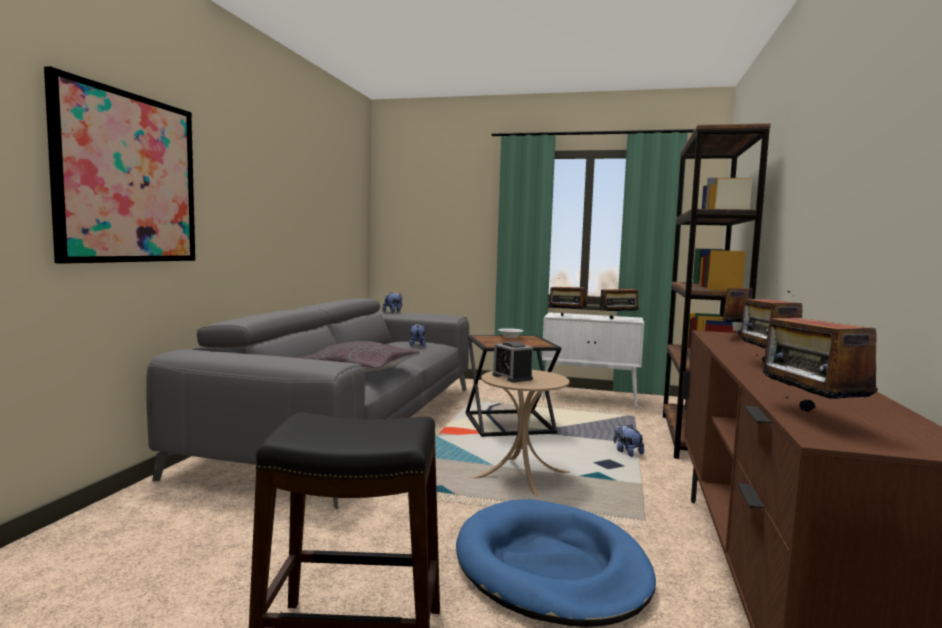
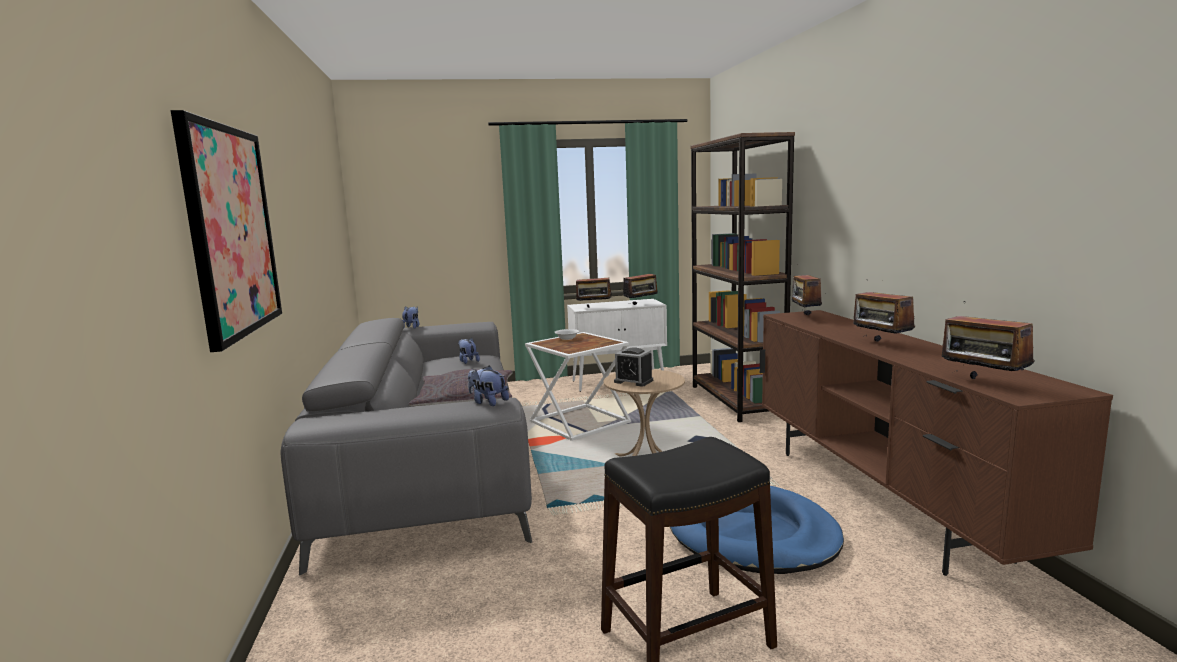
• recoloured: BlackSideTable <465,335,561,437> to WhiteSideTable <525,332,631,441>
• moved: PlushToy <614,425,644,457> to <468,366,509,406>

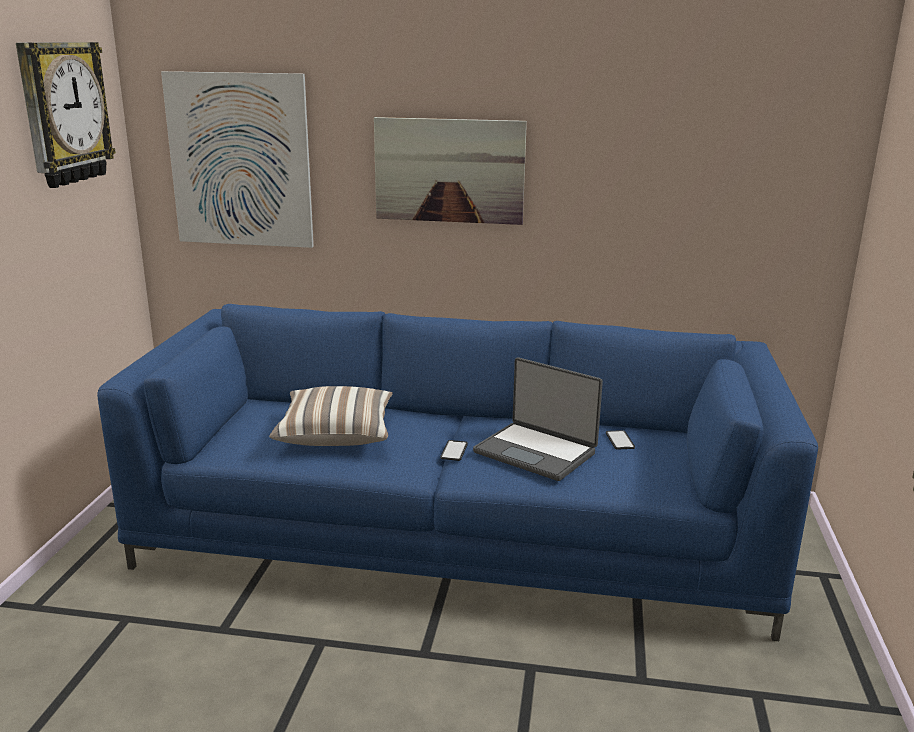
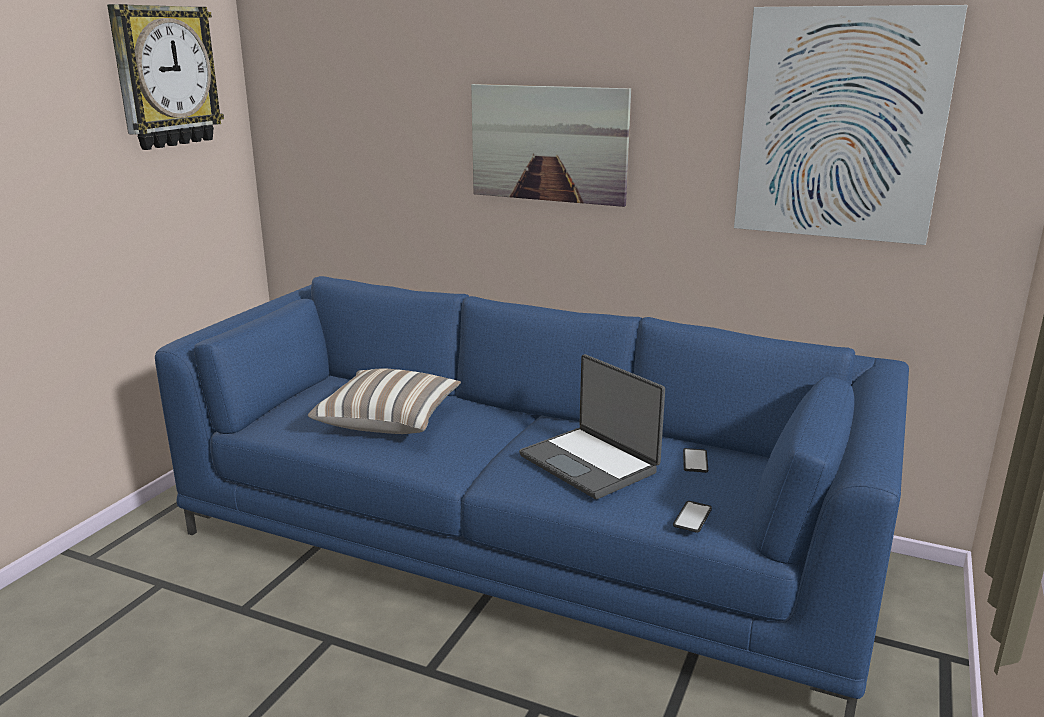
• moved: Picture <161,71,314,248> to <734,5,968,245>
• moved: Phone <440,440,468,461> to <673,501,712,533>

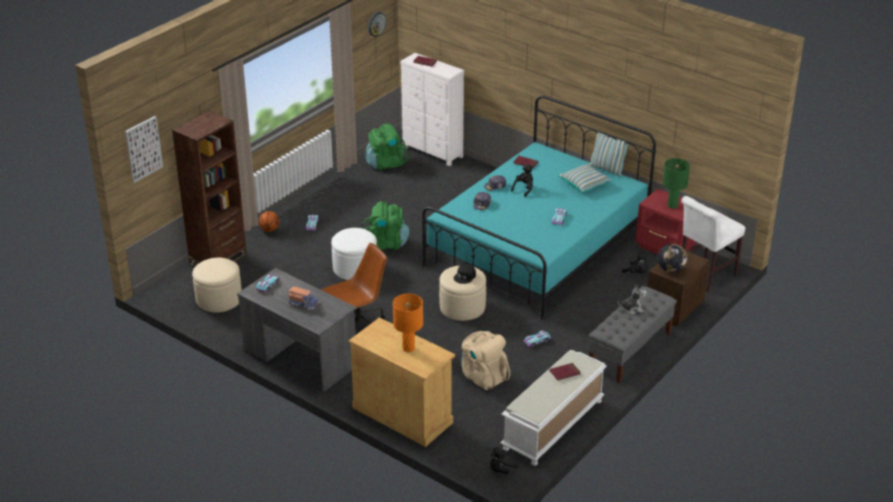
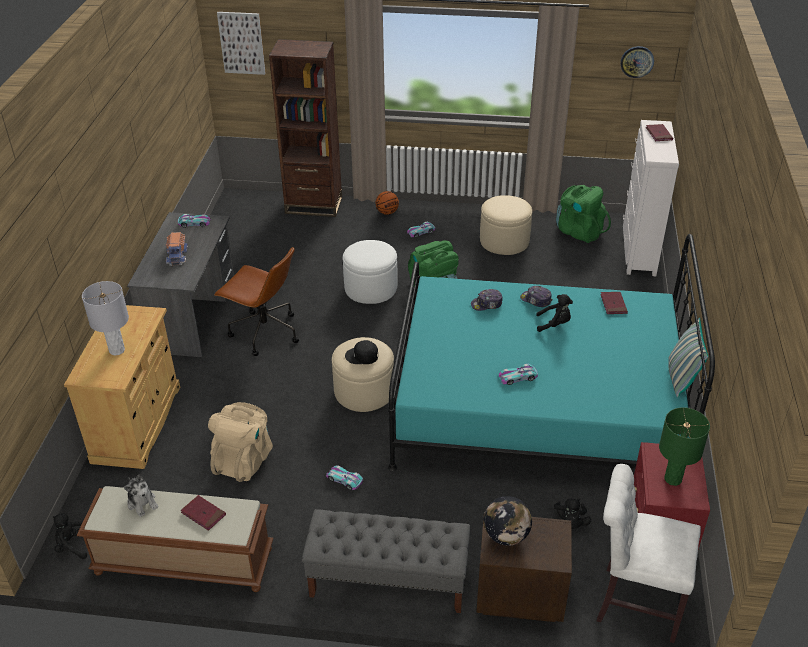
• moved: BeigeOttoman <192,257,242,313> to <480,195,532,255>
• recoloured: OrangeTableLamp <393,294,423,352> to GreyTableLamp <82,281,129,356>
• recoloured: WhiteBench <501,350,607,466> to BrownBench <77,486,273,592>
• removed: Pillow <558,164,612,192>
• moved: PlushToy <618,284,647,314> to <124,474,158,517>

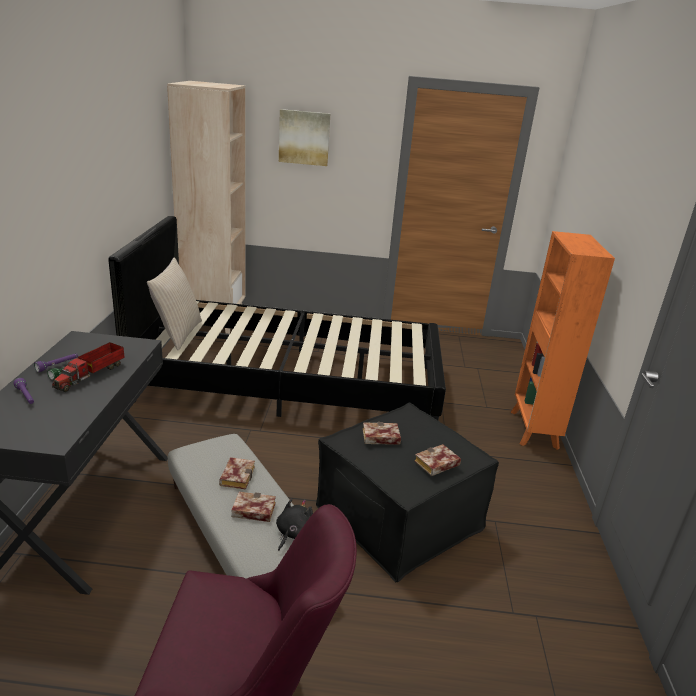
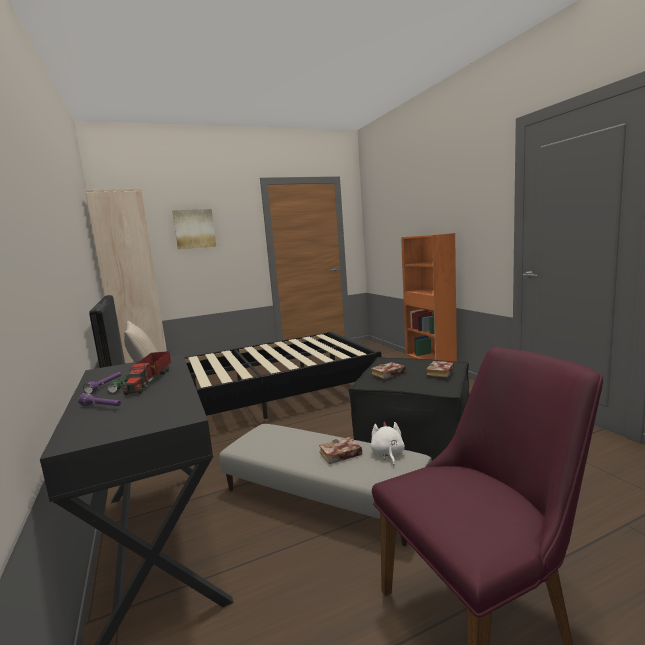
• removed: Book <219,457,255,490>
• recoloured: BlackPlushToy <276,499,313,551> to WhitePlushToy <371,421,405,465>

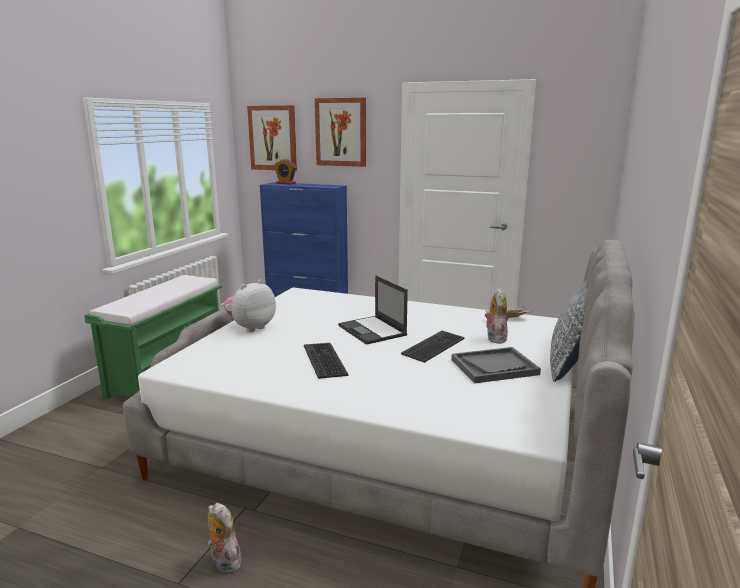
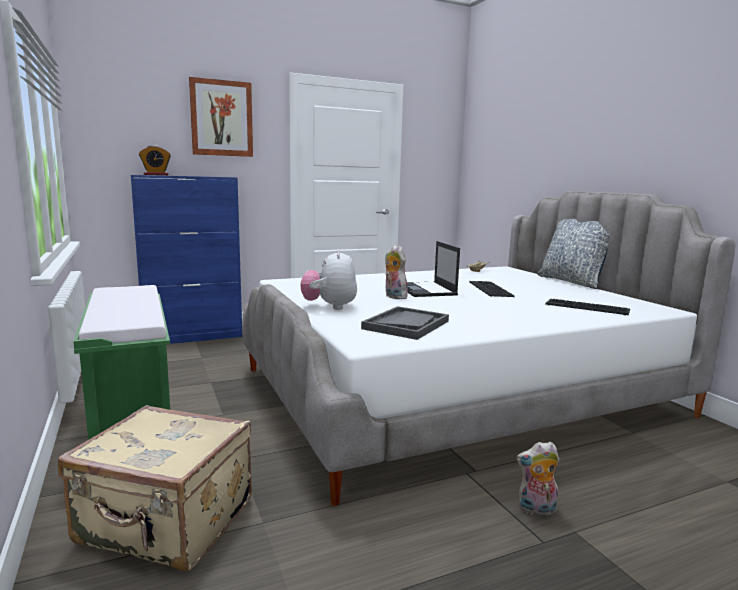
• removed: Picture <247,106,297,171>
• moved: Keyboard <304,343,348,379> to <545,299,630,316>
• turned: Laptop <338,275,408,345> = <407,241,460,297> 60 degrees clockwise
• moved: GreyTray <451,347,541,384> to <361,306,449,340>
• moved: PlushToy <485,288,508,344> to <385,245,408,299>
• added: BeigeSuitcase <58,405,252,571>

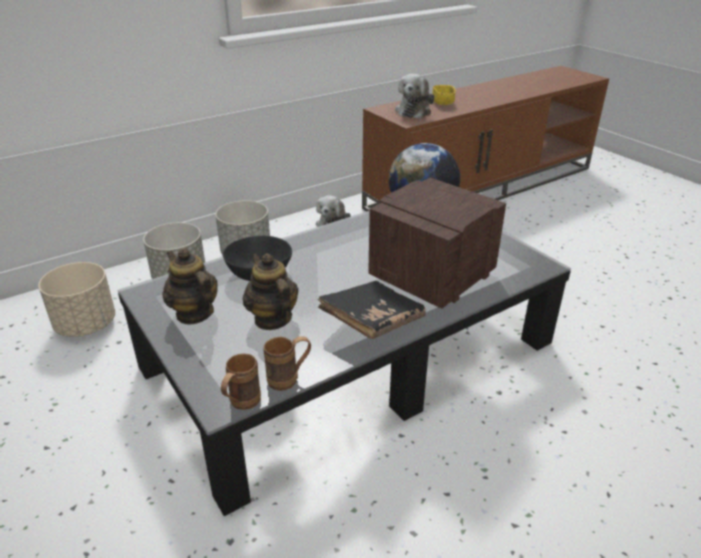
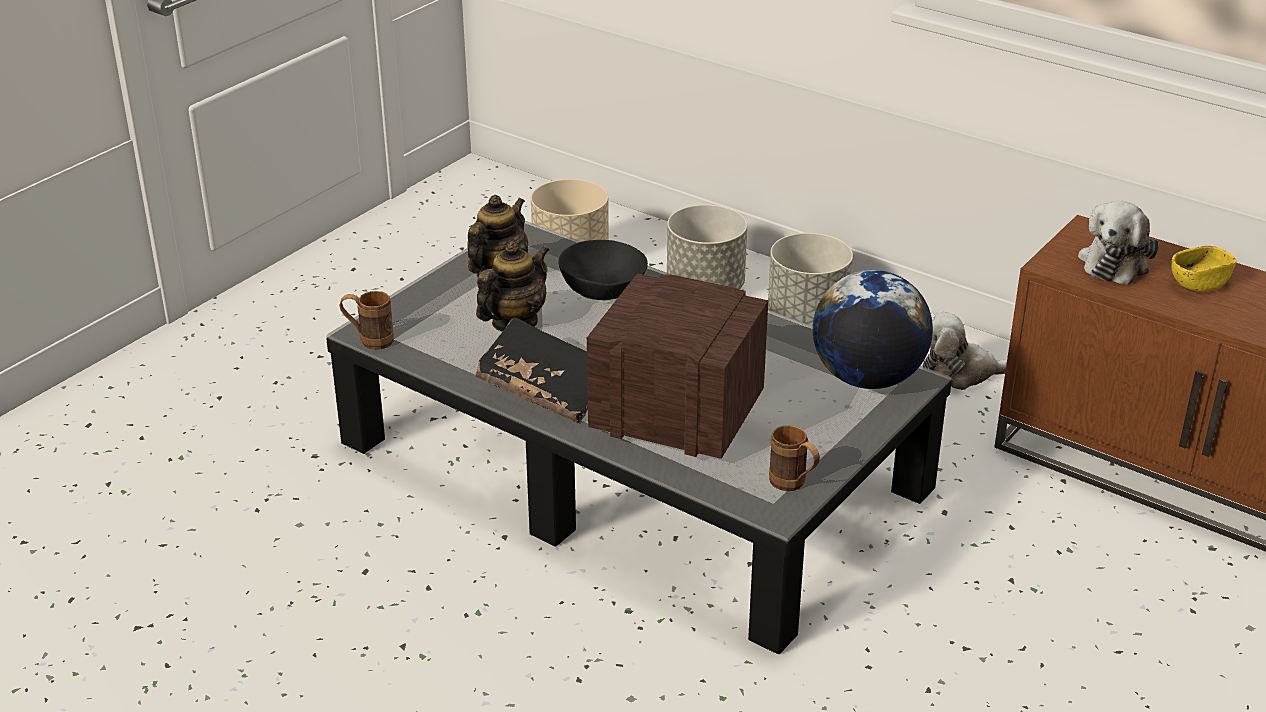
• moved: BrownMug <264,336,311,391> to <769,425,820,491>
• turned: PlushToy <395,74,434,119> = <1078,201,1159,285> 60 degrees counterclockwise

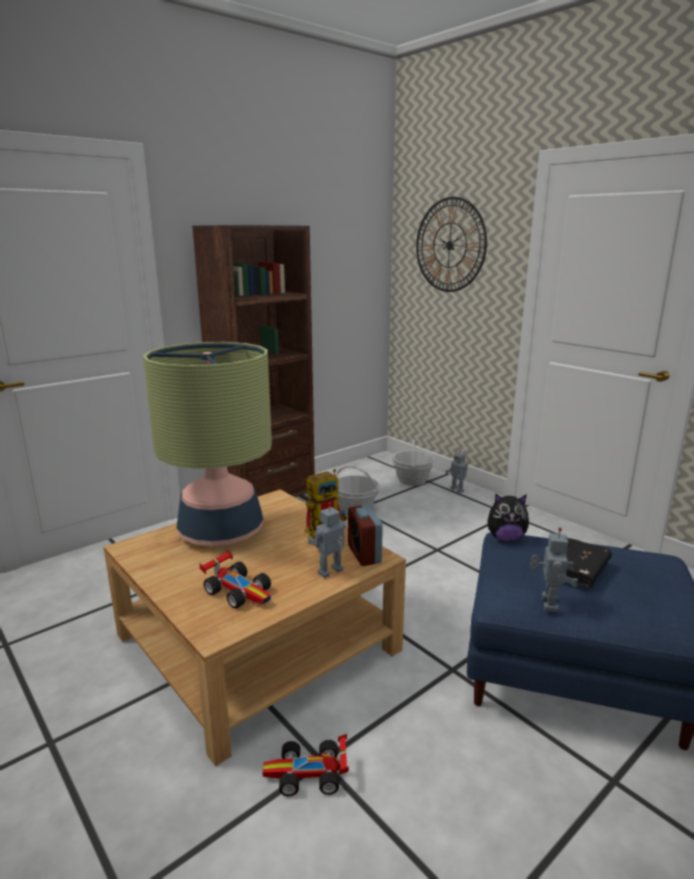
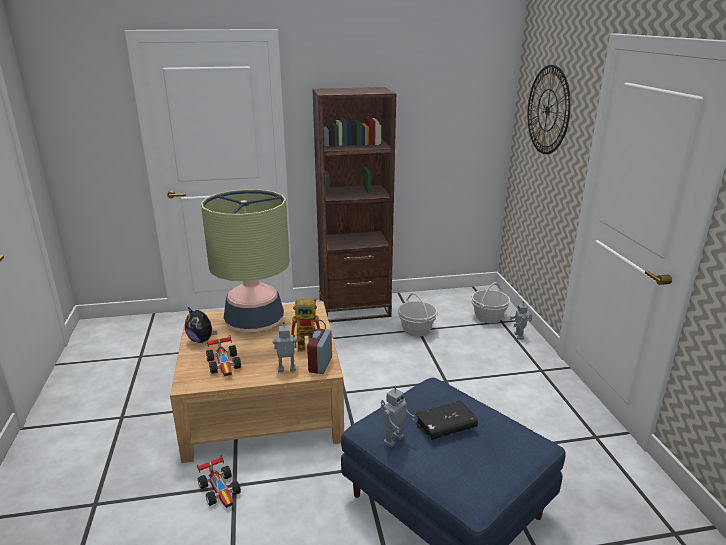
• turned: ToyCar <263,734,349,796> = <197,455,241,508> 150 degrees counterclockwise
• moved: PlushToy <487,494,529,542> to <185,307,217,343>

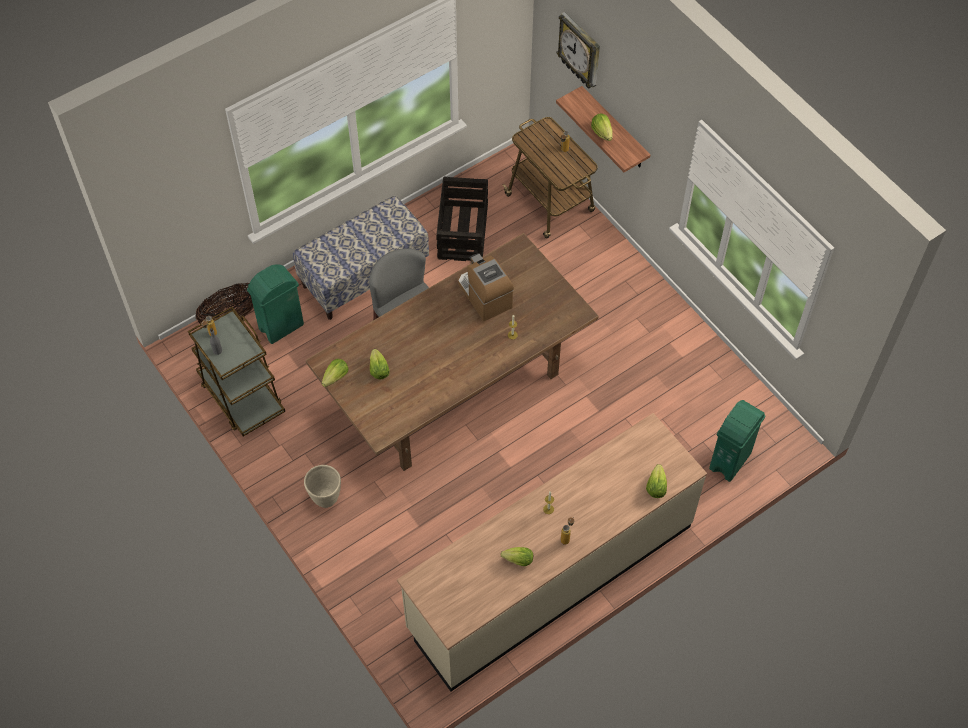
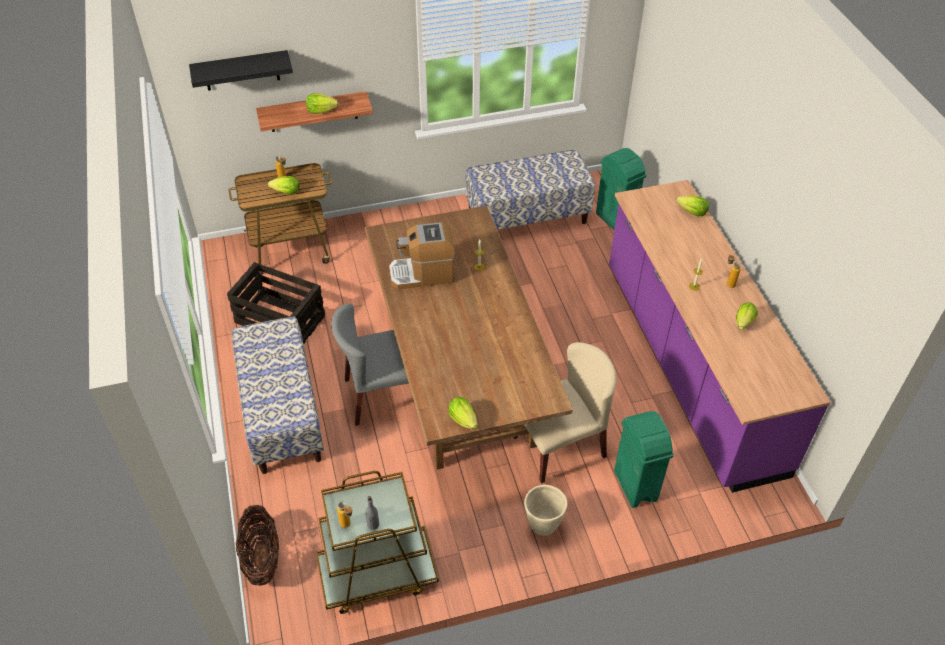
• moved: GreenTrashCan <247,264,304,344> to <614,411,674,508>
• moved: Lettuce <370,349,390,380> to <268,176,300,194>
• recoloured: BeigeCounter <397,413,707,692> to PurpleCounter <609,180,831,493>
• replaced: WallClock <557,12,600,89> to BlackShelf <189,50,293,91>
• added: Bench <466,149,595,230>
• added: BeigeChair <513,342,616,483>

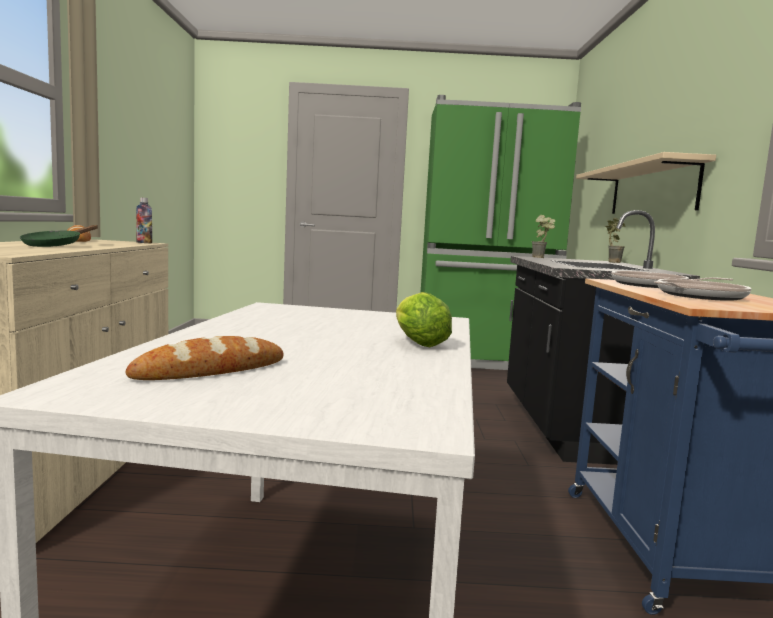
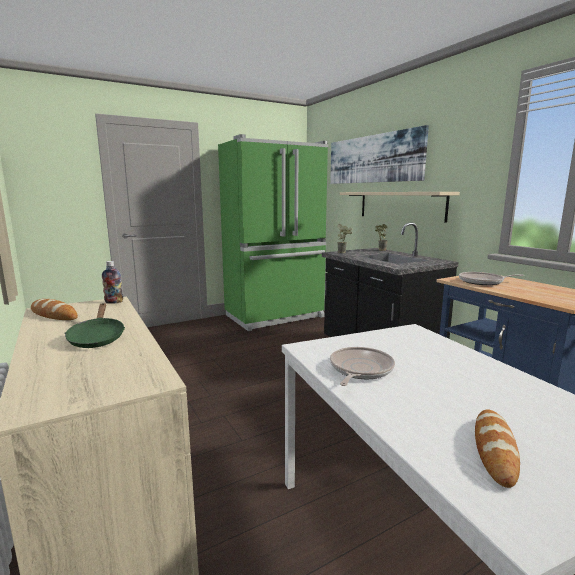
• removed: Lettuce <396,292,452,347>
• moved: FryingPan <654,279,752,301> to <330,347,395,386>
• added: Picture <330,125,429,184>

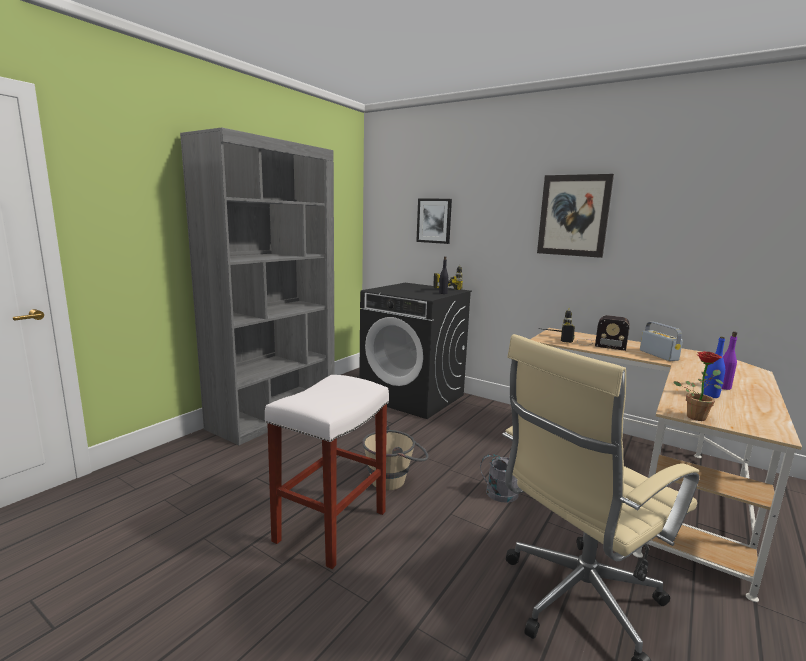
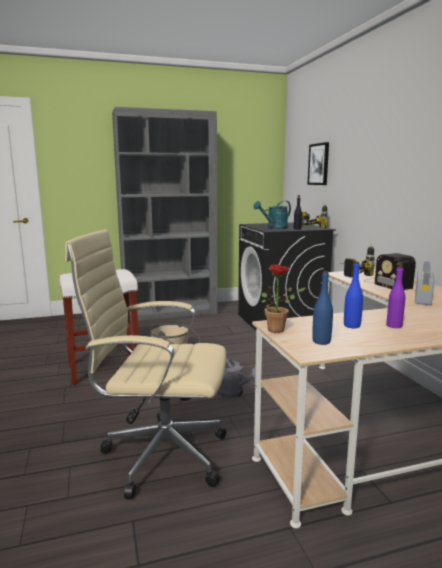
• removed: Picture <537,174,614,258>
• added: TurquoiseWateringCan <254,201,291,229>
• added: BlueBottle <312,271,333,345>

